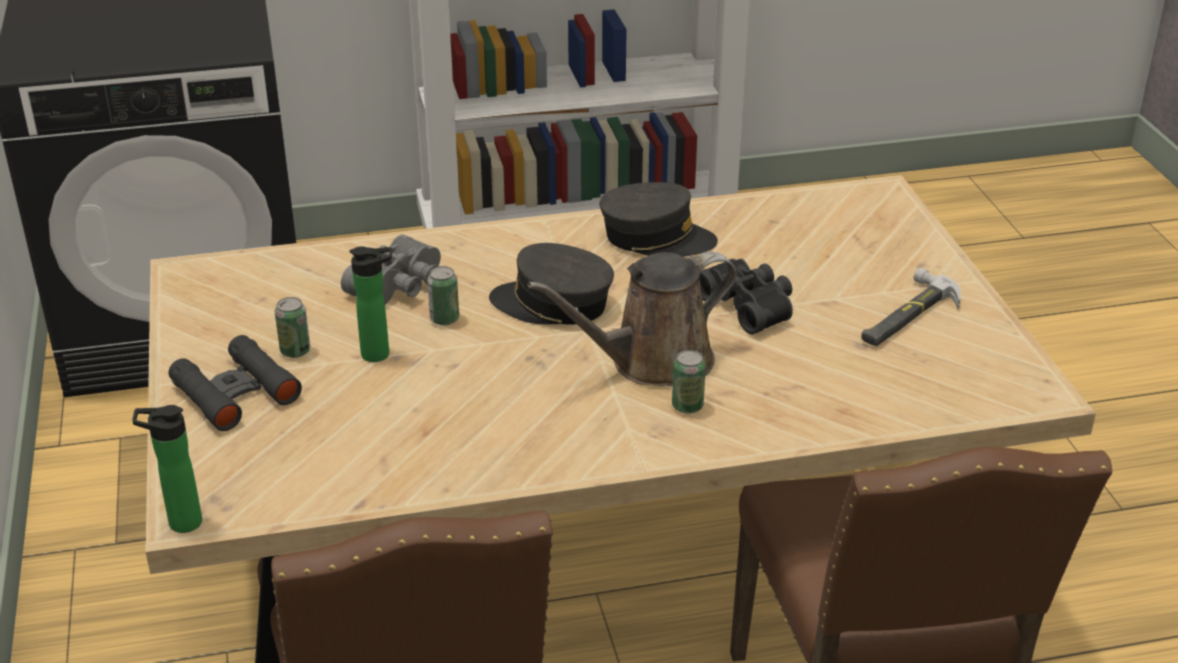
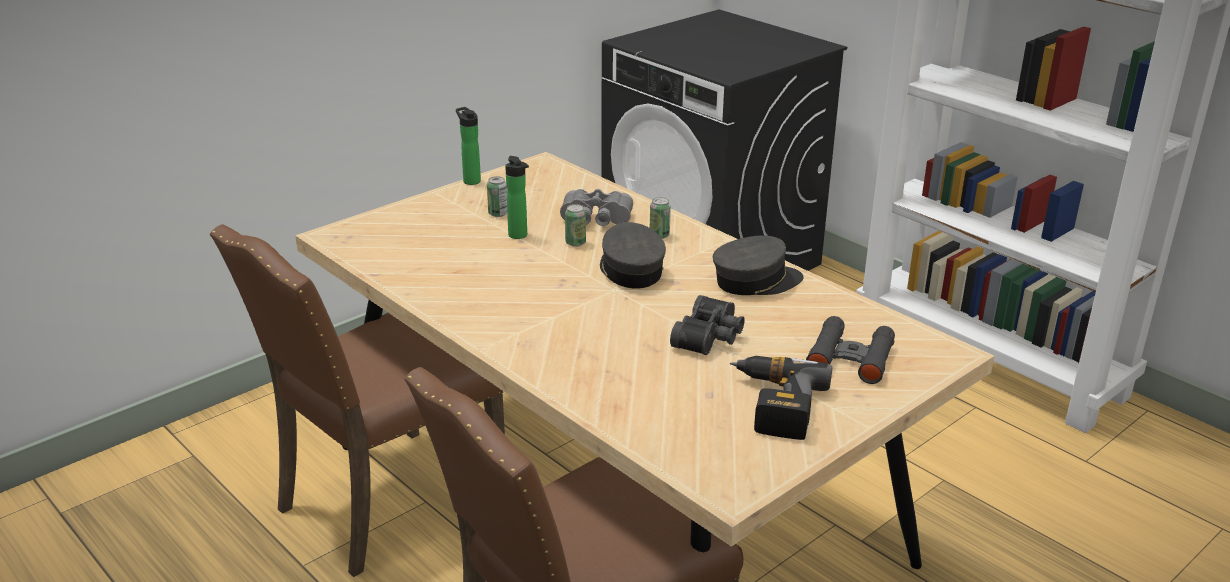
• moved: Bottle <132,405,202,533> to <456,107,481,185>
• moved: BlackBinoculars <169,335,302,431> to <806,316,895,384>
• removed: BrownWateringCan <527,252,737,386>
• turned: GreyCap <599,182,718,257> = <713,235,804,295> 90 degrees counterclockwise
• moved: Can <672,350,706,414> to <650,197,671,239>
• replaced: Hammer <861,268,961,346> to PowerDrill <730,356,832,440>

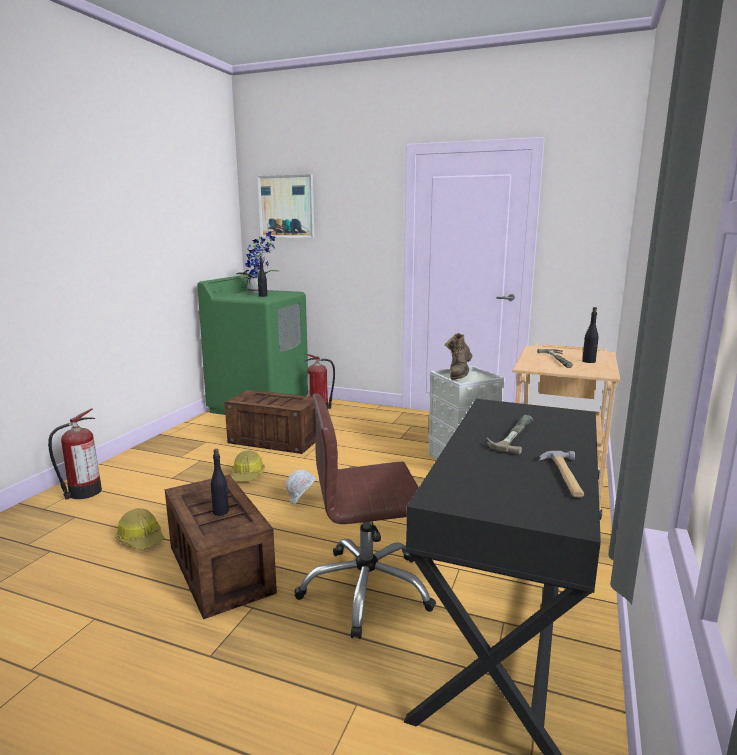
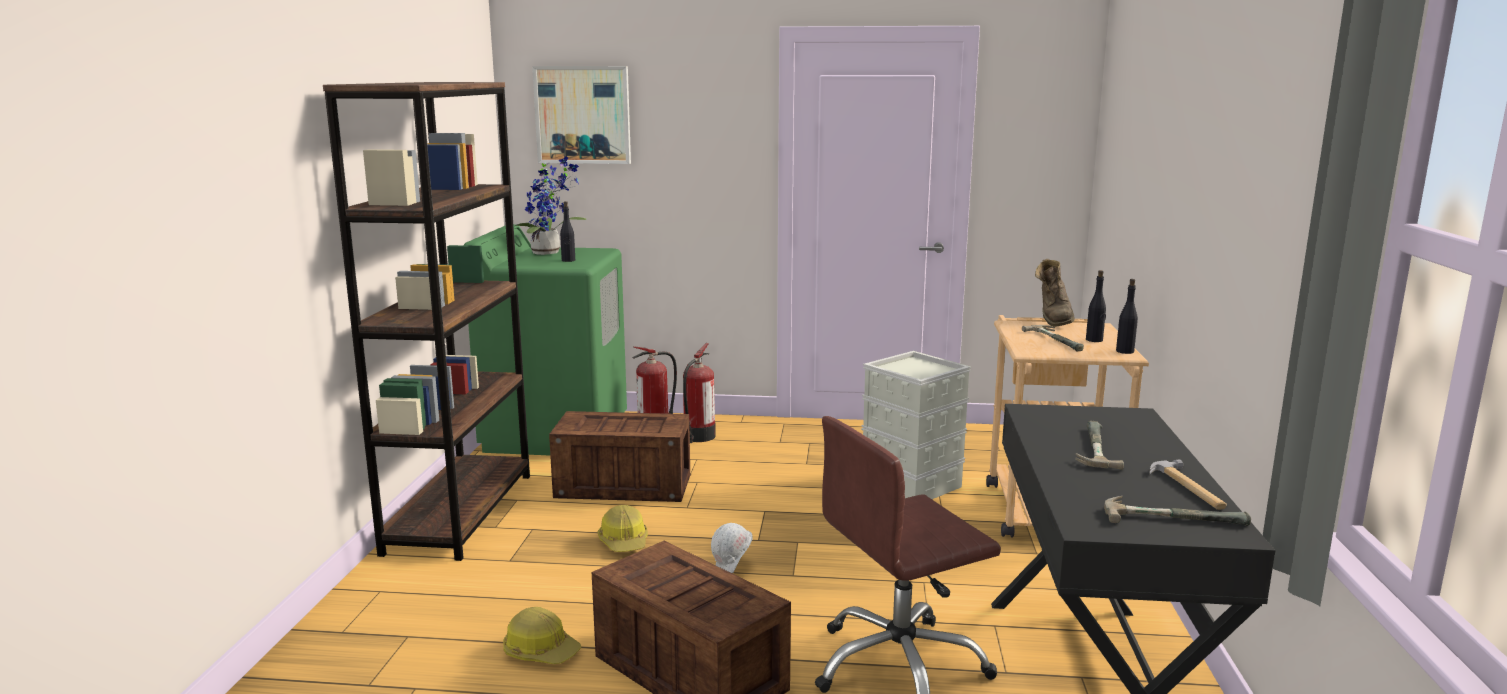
• moved: FireExtinguisher <48,408,102,500> to <683,343,716,443>
• moved: BlackBottle <211,449,229,516> to <1116,279,1138,354>
• moved: BrownBoot <445,333,472,380> to <1035,259,1075,327>
• added: BrownBookcase <323,82,530,561>
• added: Hammer <1104,496,1251,526>

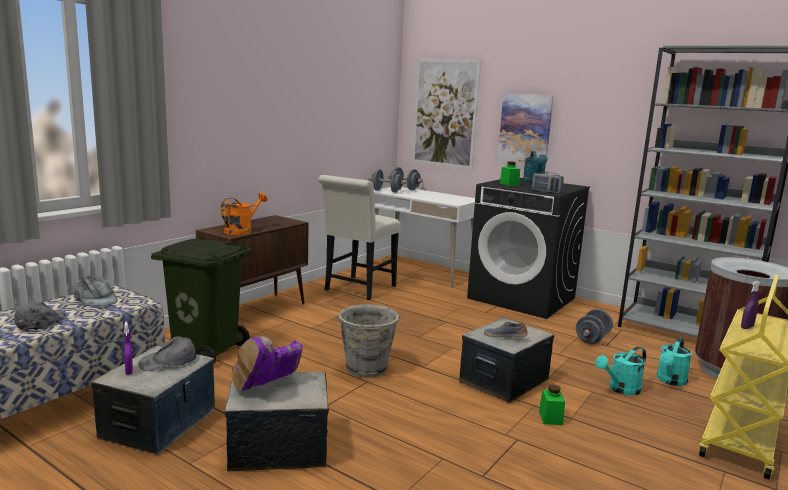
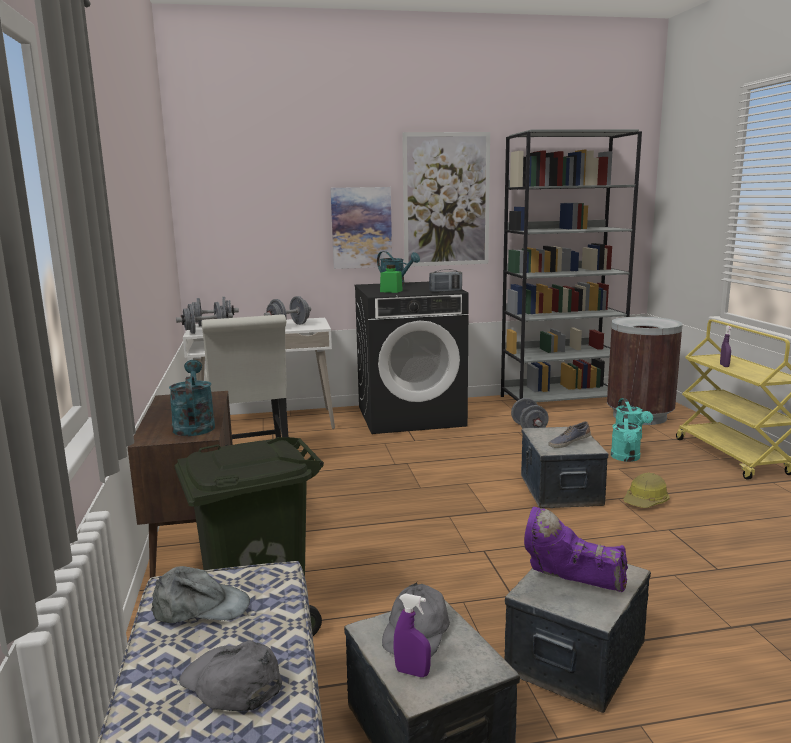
• recoloured: OrangeWateringCan <221,192,268,235> to TurquoiseWateringCan <169,360,215,436>
• turned: PurpleBoot <232,336,303,391> = <524,507,628,593> 120 degrees clockwise
• removed: GreyBucket <336,304,402,377>
• moved: Picture <412,59,481,170> to <402,132,490,267>
• replaced: GreenJar <539,385,565,425> to HardHat <623,473,669,508>
• added: GreyDumbbell <264,296,311,325>

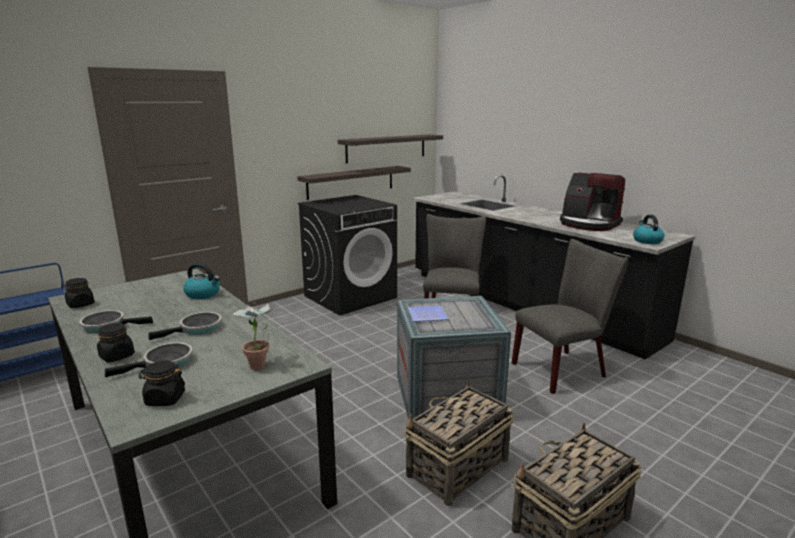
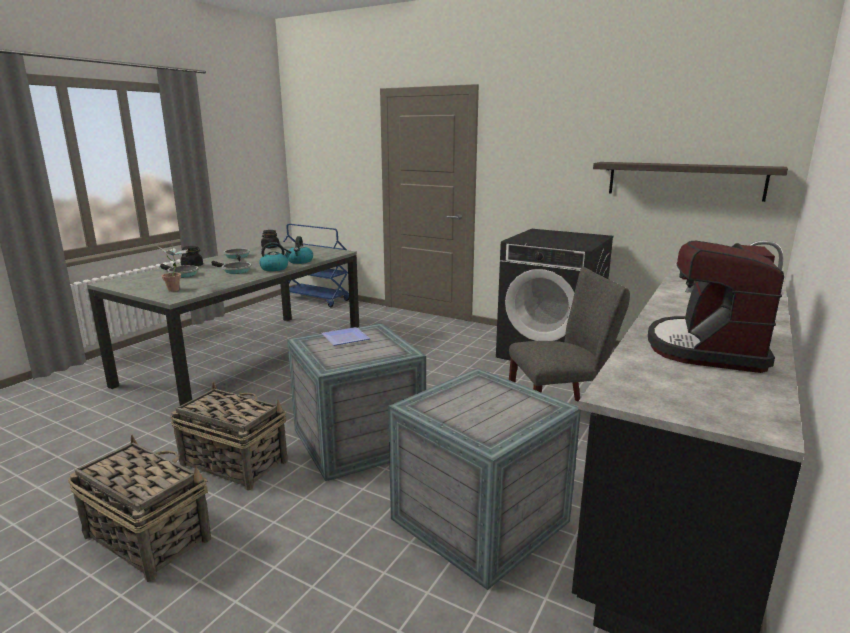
• removed: BlackJar <139,360,185,406>
• removed: Shelf <297,166,411,200>
• replaced: GreyChair <512,239,628,394> to Crate <388,368,581,590>
• moved: Kettle <633,215,665,244> to <259,242,292,271>

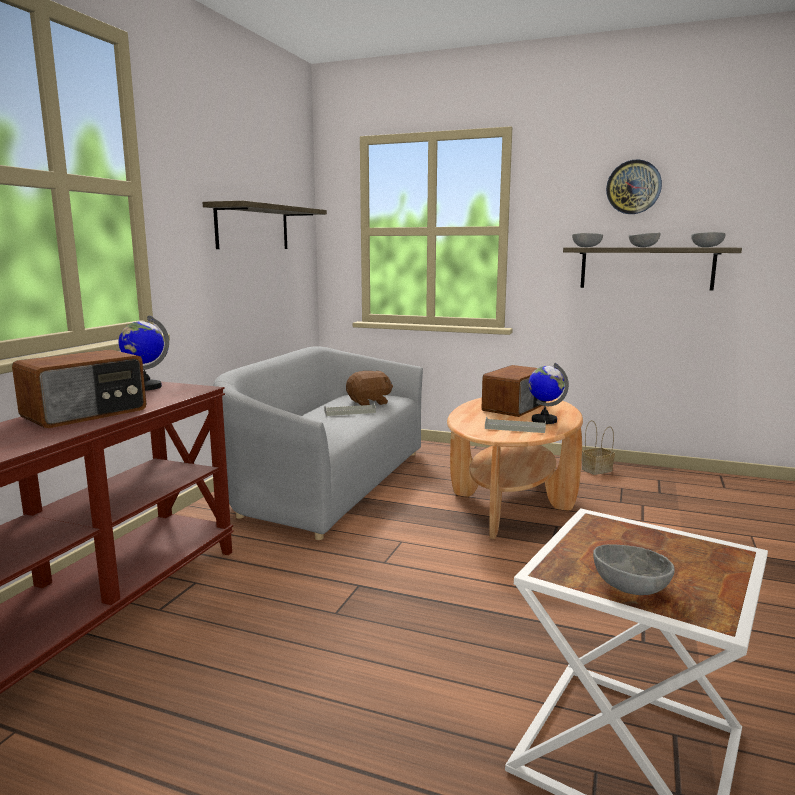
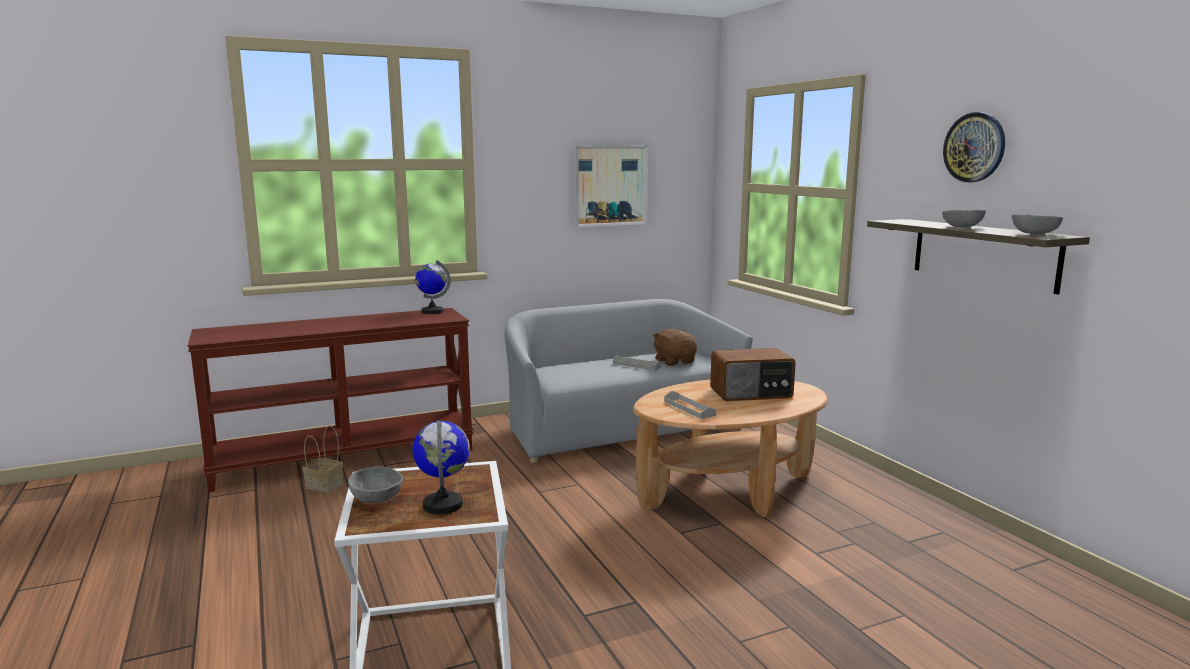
• removed: Radio <12,349,146,428>
• replaced: Shelf <203,201,327,249> to Picture <574,145,648,227>
• turned: BrownPlushToy <346,371,393,405> = <652,329,697,366> 135 degrees counterclockwise
• moved: Globe <529,363,569,424> to <413,420,470,514>
• removed: GreyBowl <572,233,603,247>
• moved: Basket <582,420,615,475> to <302,425,343,492>

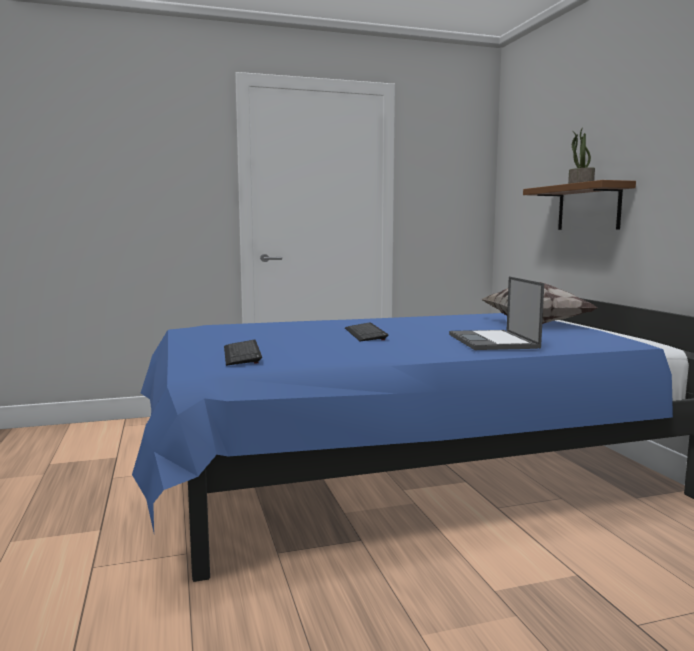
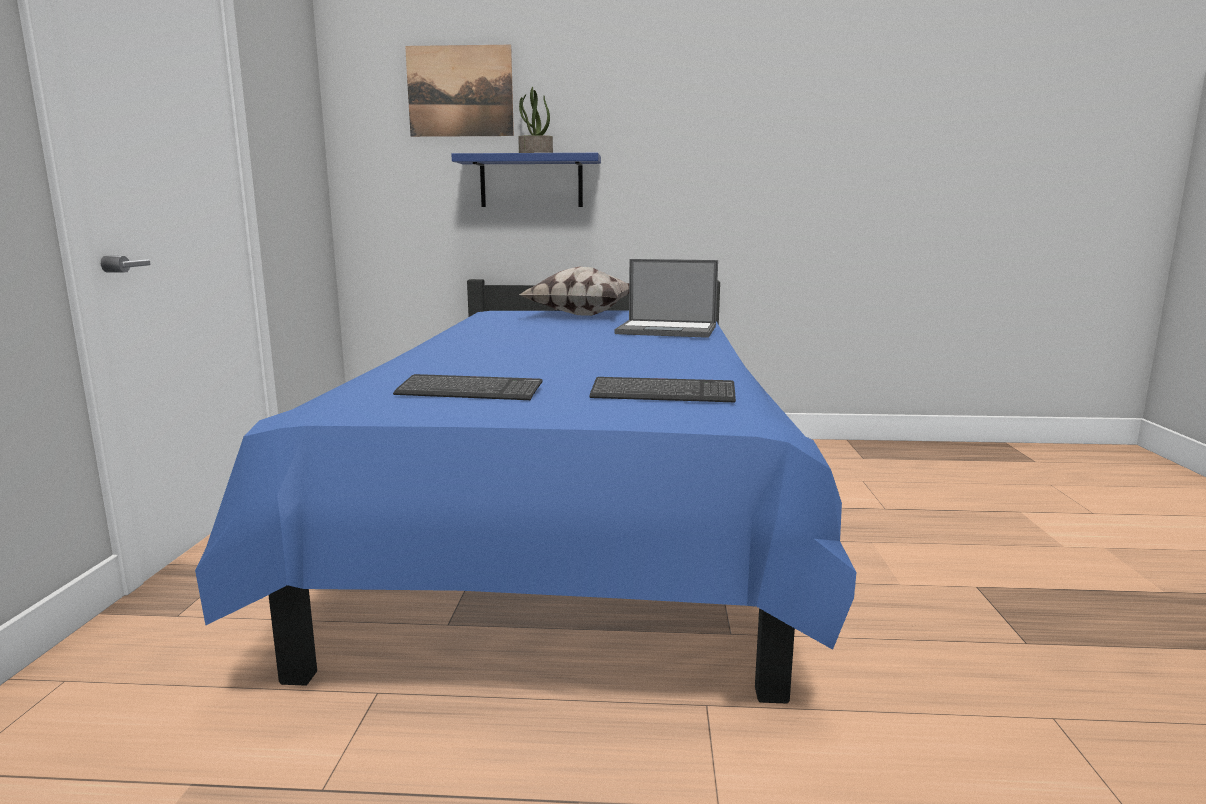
• moved: Keyboard <345,322,388,341> to <393,374,543,400>
• recoloured: BrownShelf <523,180,636,230> to BlueShelf <451,153,601,207>
• added: Picture <405,45,514,137>

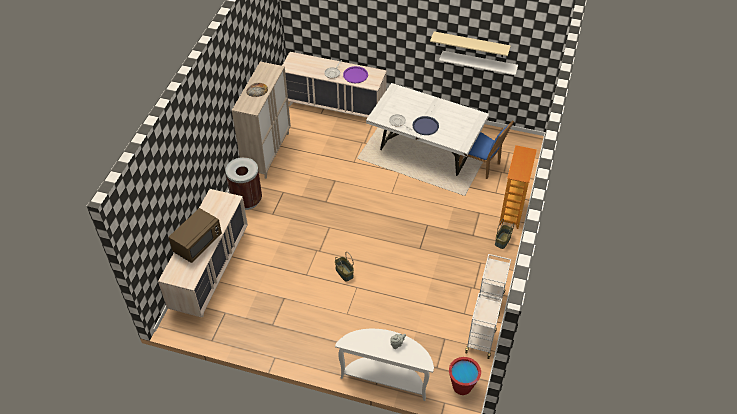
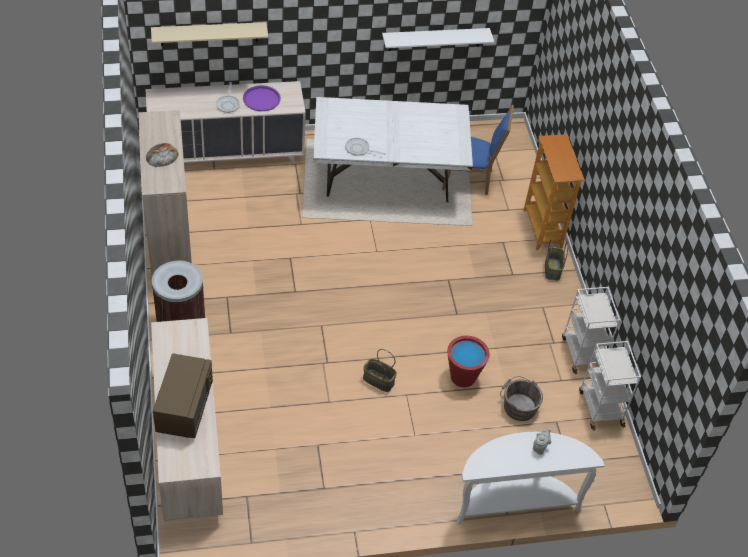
• removed: BlueTray <413,116,439,135>
• moved: BeigeShelf <430,31,511,57> to <151,22,268,46>
• moved: RedBucket <449,357,481,395> to <447,336,490,387>
• added: GreyBucket <500,376,543,421>

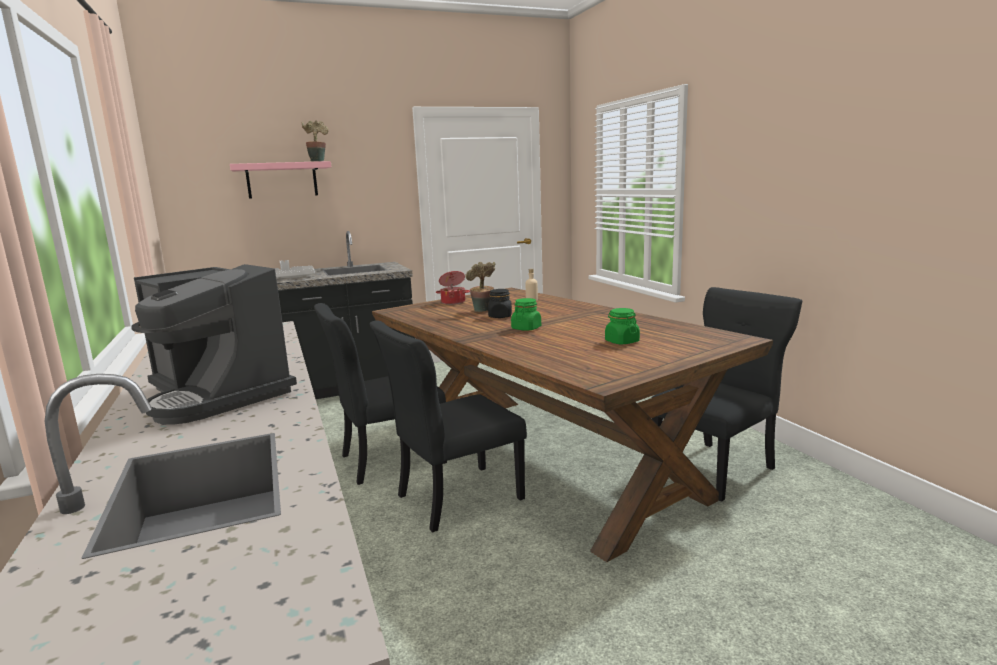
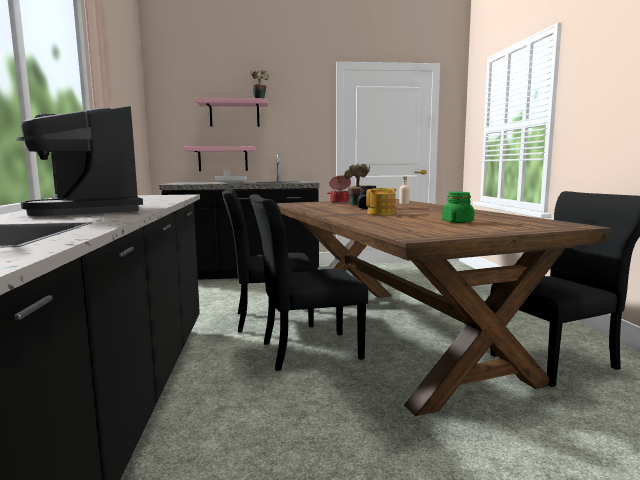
• replaced: GreenJar <511,298,541,331> to Teapot <366,188,396,215>
• added: PinkShelf <184,146,256,171>

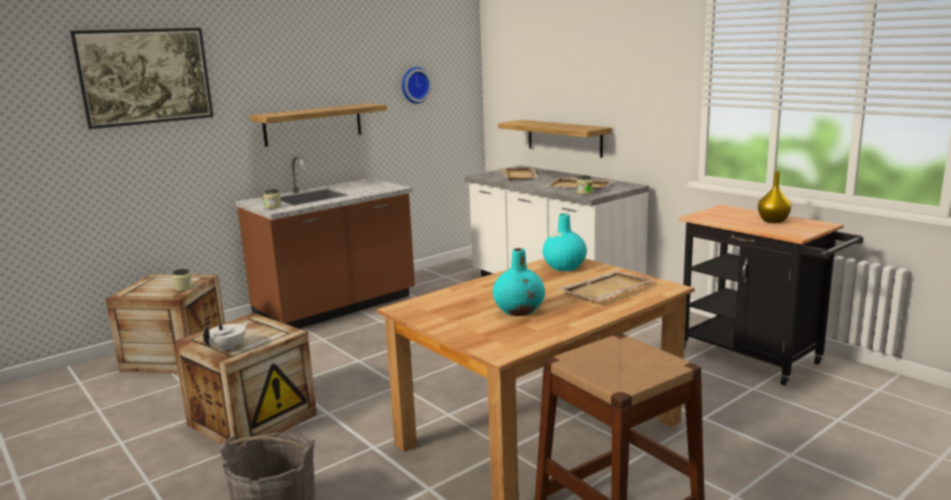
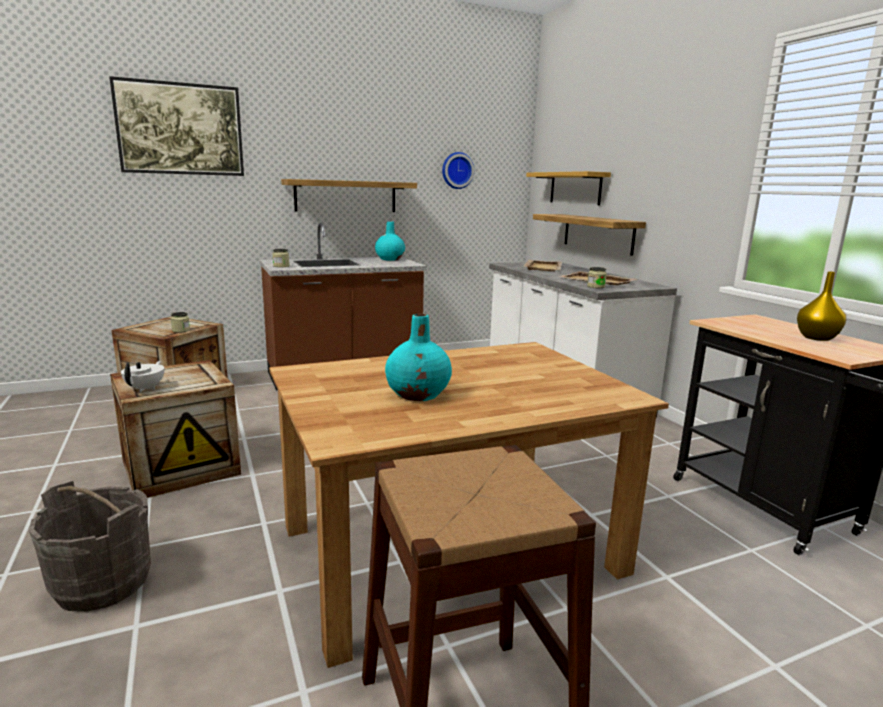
• turned: WhiteTeapot <203,321,250,352> = <121,361,164,392> 45 degrees counterclockwise
• moved: TurquoiseVase <542,213,587,271> to <375,221,405,261>
• removed: BeigeTray <557,271,655,302>
• added: Shelf <526,171,611,205>

